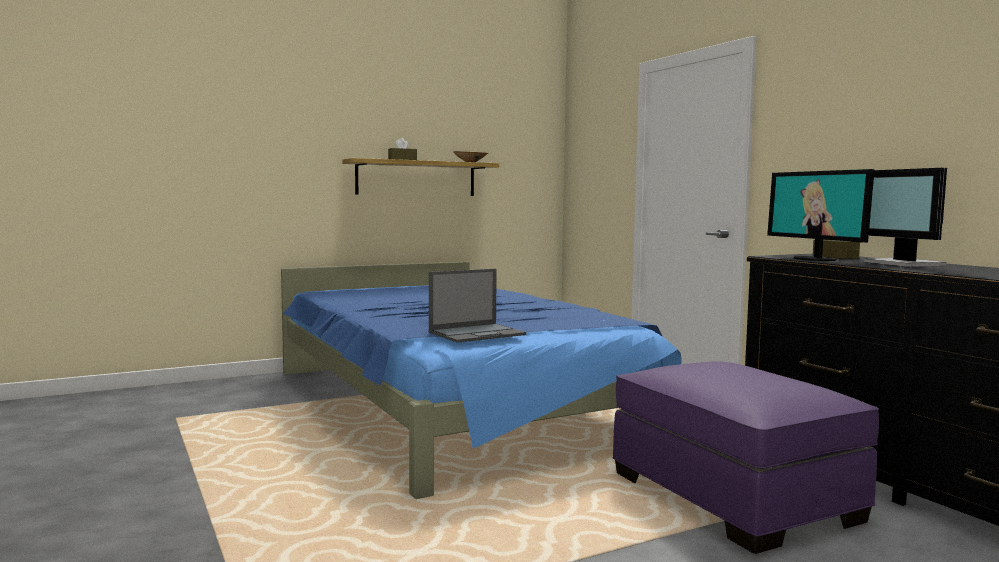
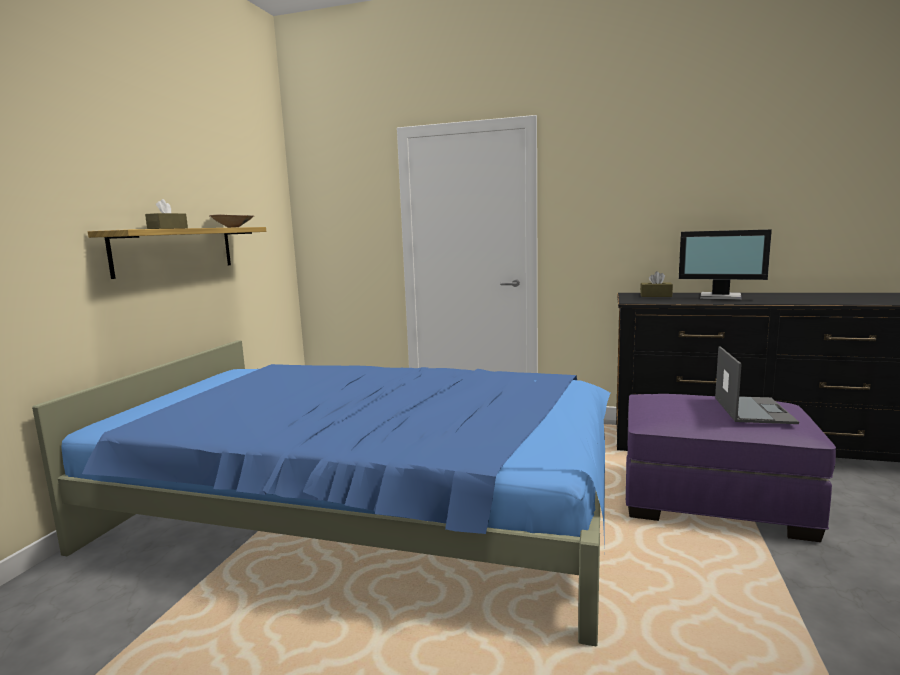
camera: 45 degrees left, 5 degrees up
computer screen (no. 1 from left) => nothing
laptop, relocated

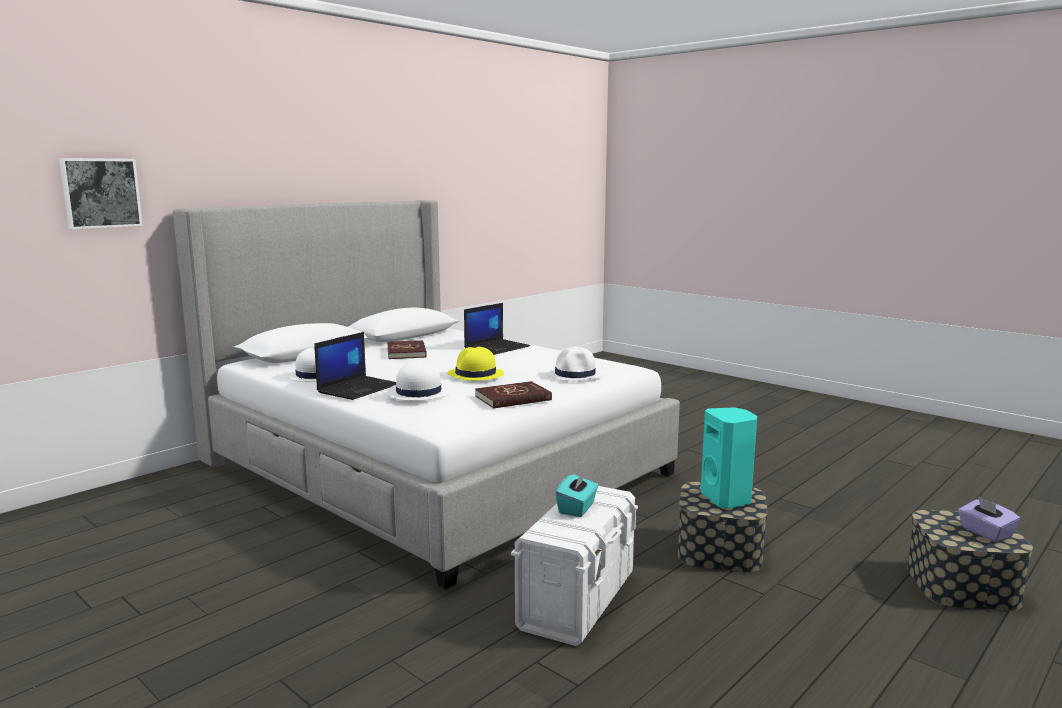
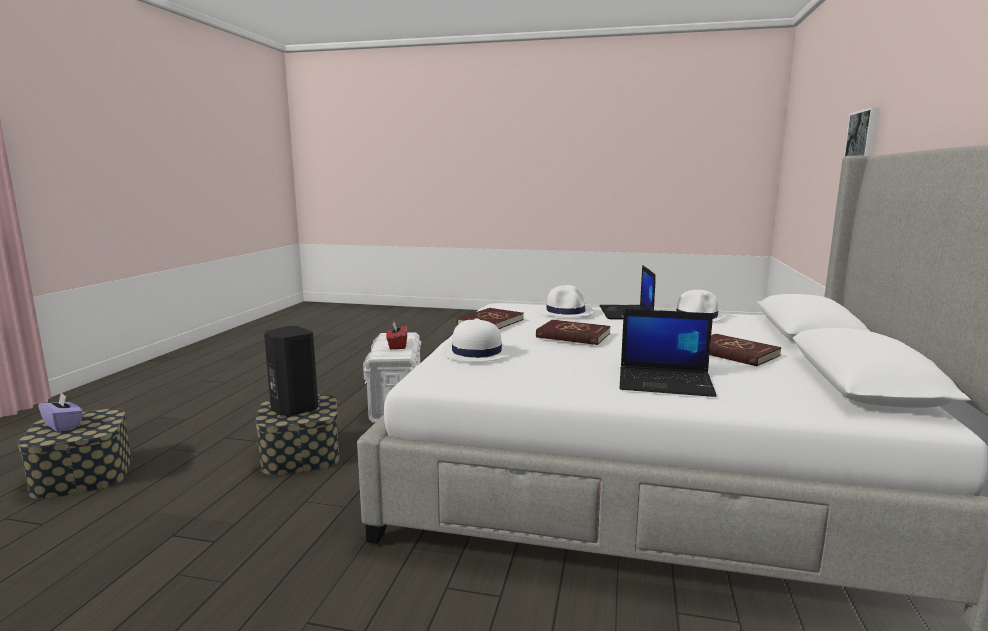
camera: 150 degrees right, 0 degrees up
laptop (no. 2 from left), 90 degrees counterclockwise
yellow-coloured wearable hat => red volume (no. 2 from left)
blue-green speaker => black speaker
blue-green tissue holder => red tissue holder

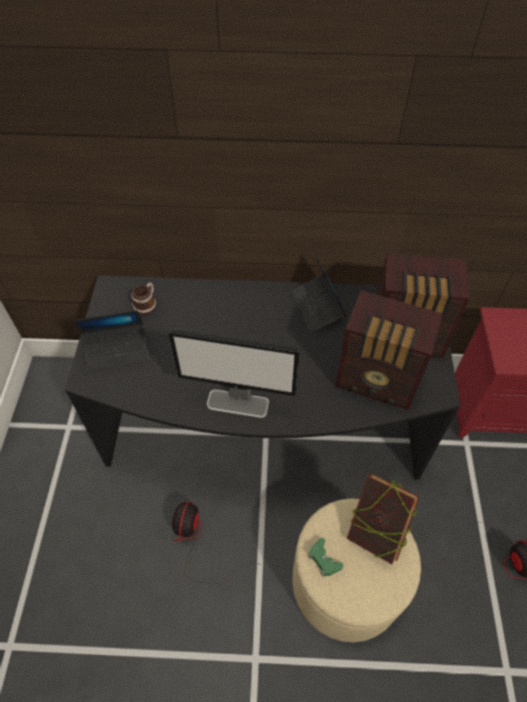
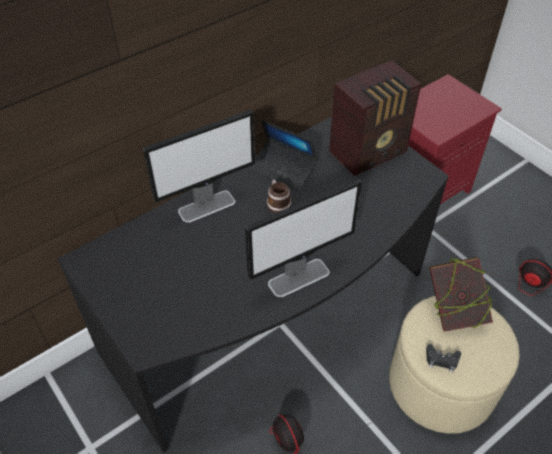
camera: 40 degrees left, 5 degrees down
coffee mug, relocated
radio (no. 1 from left) => nothing
laptop (no. 1 from left) => nothing
greenish gamepad => black gamepad
nothing => computer screen (no. 1 from left)

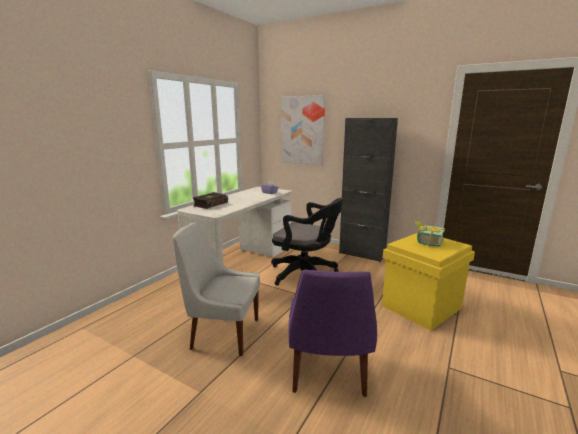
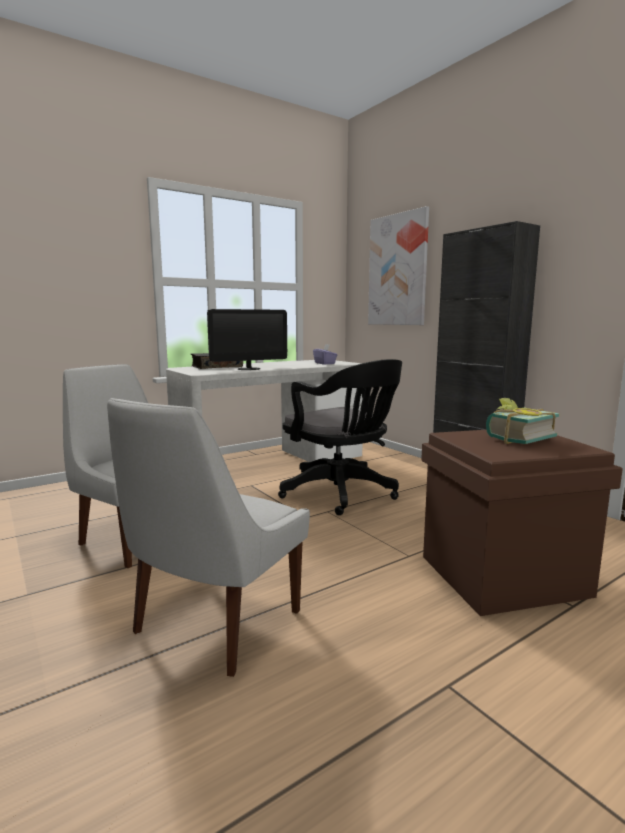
camera: 25 degrees right, 5 degrees down
yellow-coloured storage box => brownish storage box
purple-coloured plain chair => whitish plain chair (no. 2 from left)
nothing => computer screen

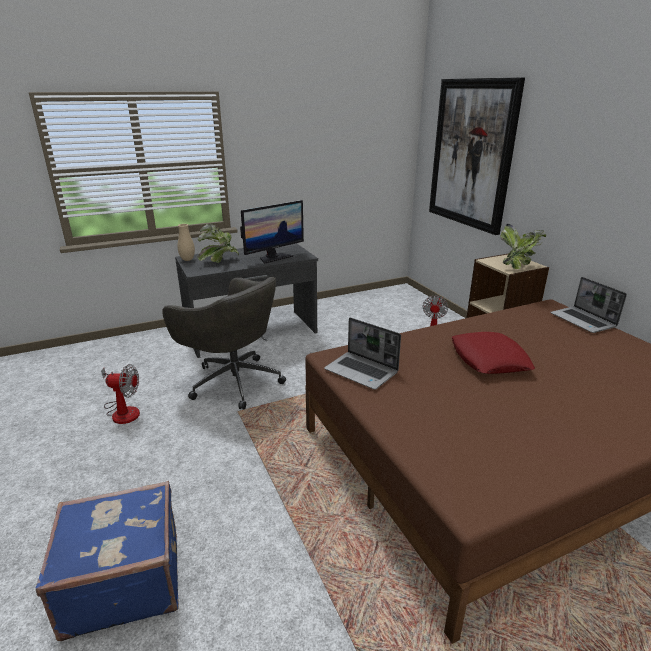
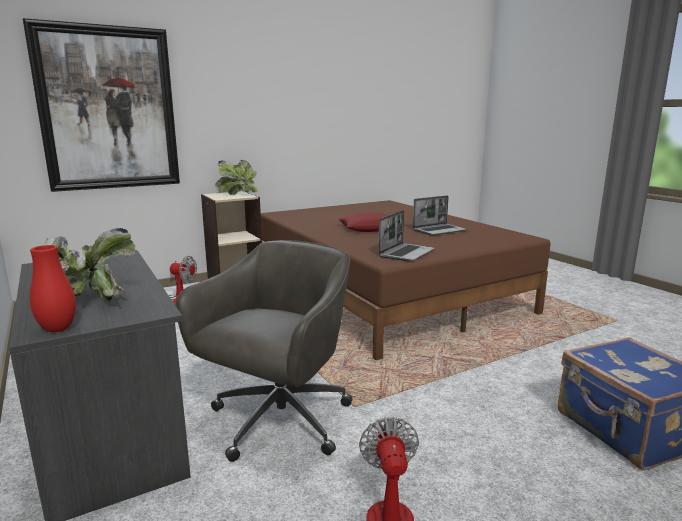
camera: 95 degrees left, 10 degrees down
computer screen => nothing
beige decorative vase => red decorative vase
laptop (no. 2 from left), relocated

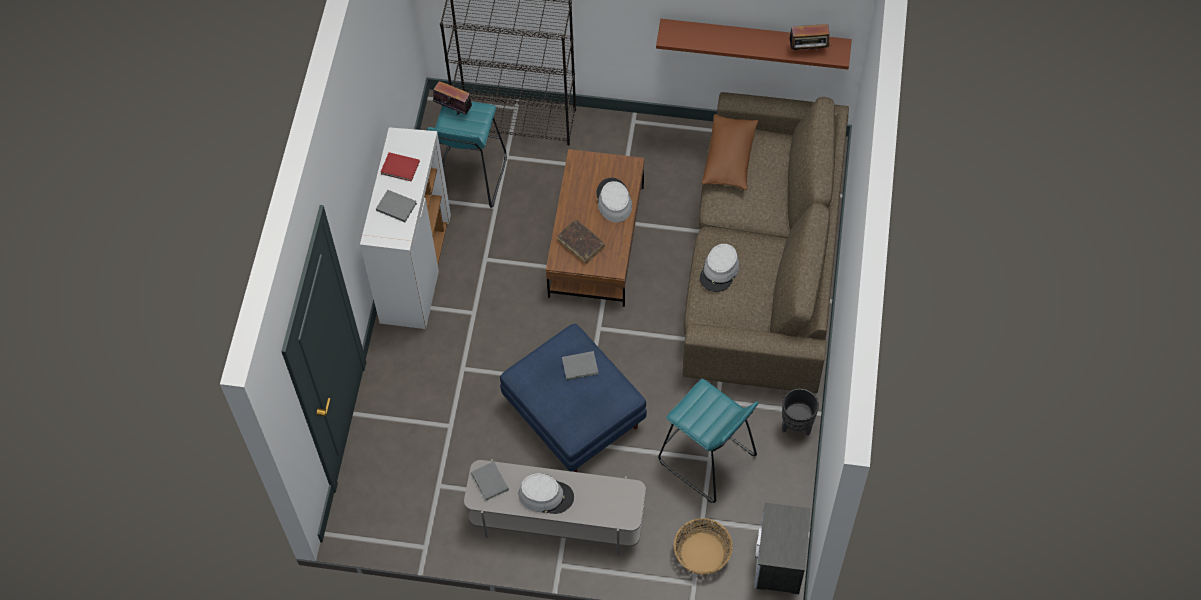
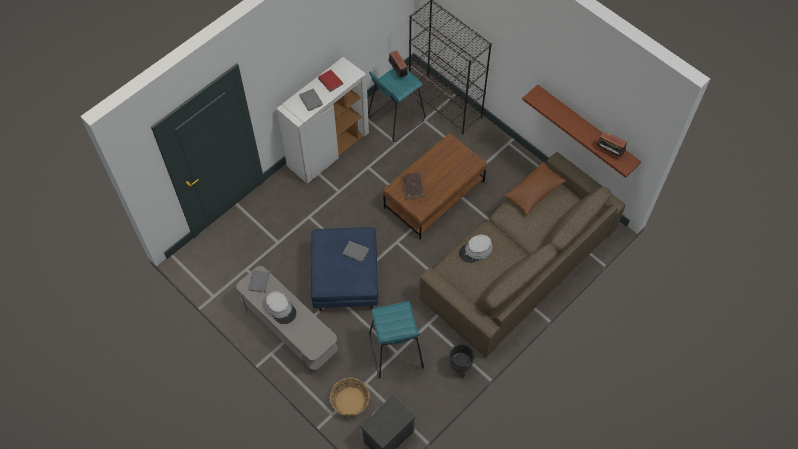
camera: 35 degrees right, 0 degrees up
grey wearable hat (no. 2 from left) => nothing

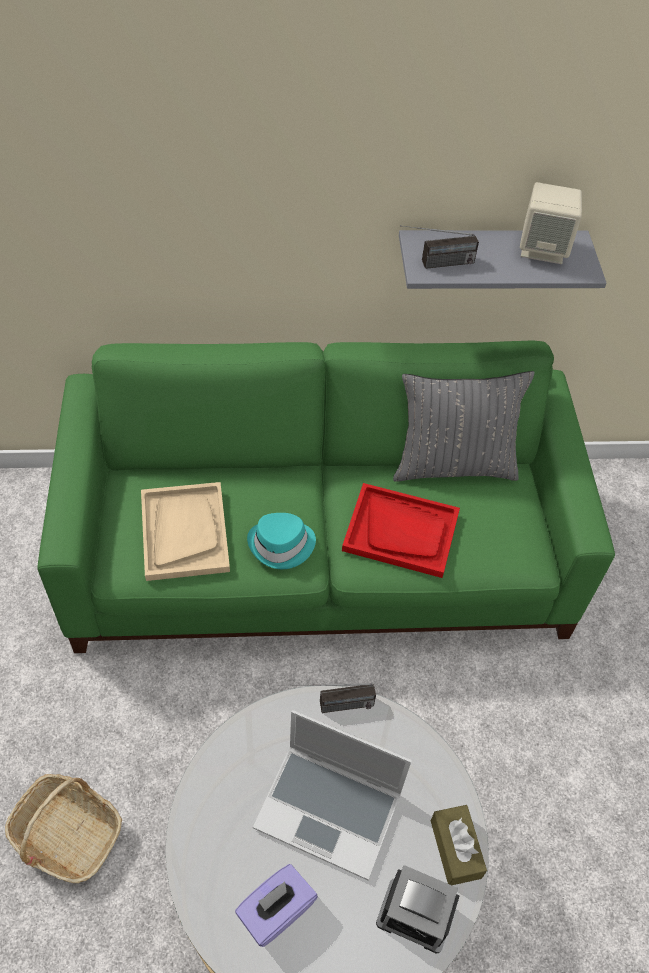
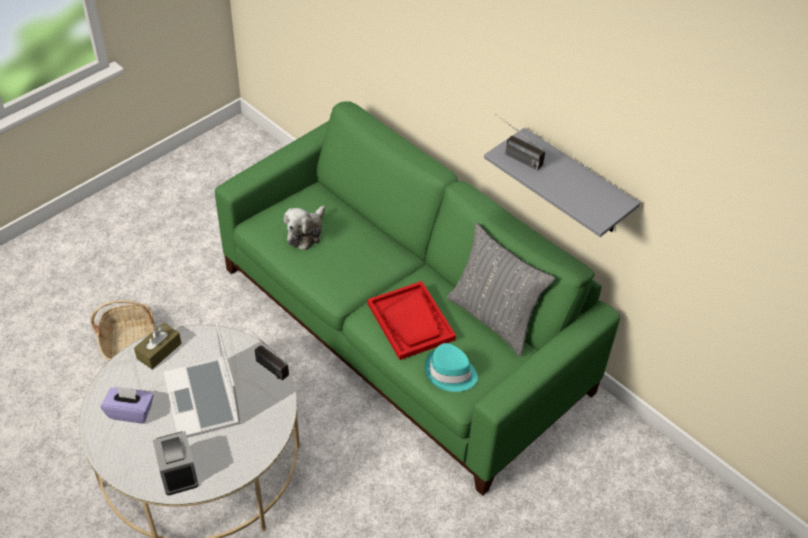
camera: 50 degrees right, 5 degrees down
beige speaker => nothing
beige serving tray => soft toy
blue-green wearable hat, relocated
brownish tissue holder, relocated

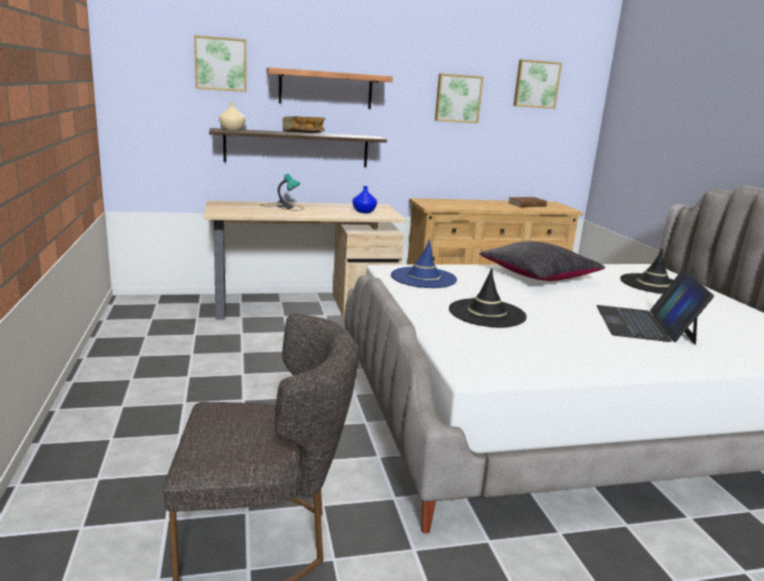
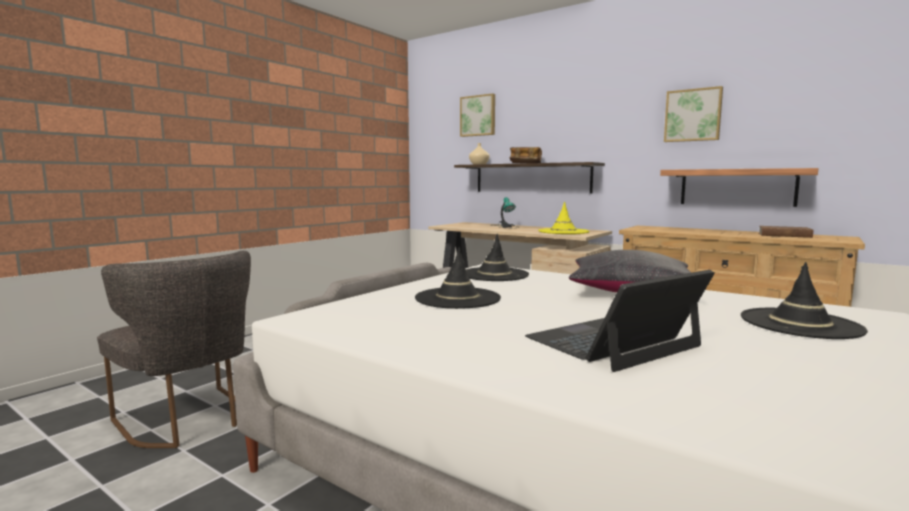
camera: 50 degrees right, 10 degrees down
wall art (no. 3 from left) => nothing
shelf (no. 2 from left), relocated
bluish decorative vase => yellow-coloured wearable hat
bluish wearable hat => black wearable hat (no. 2 from left)

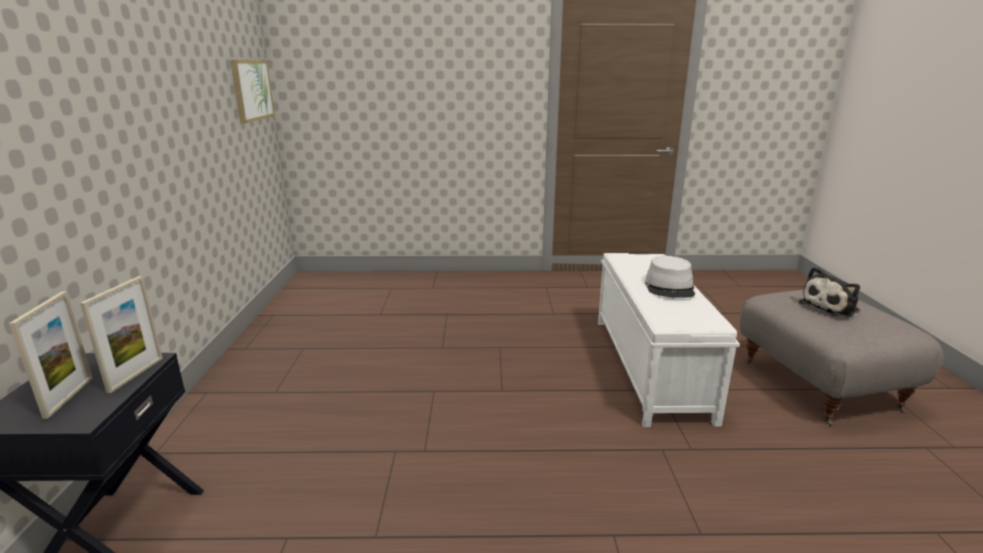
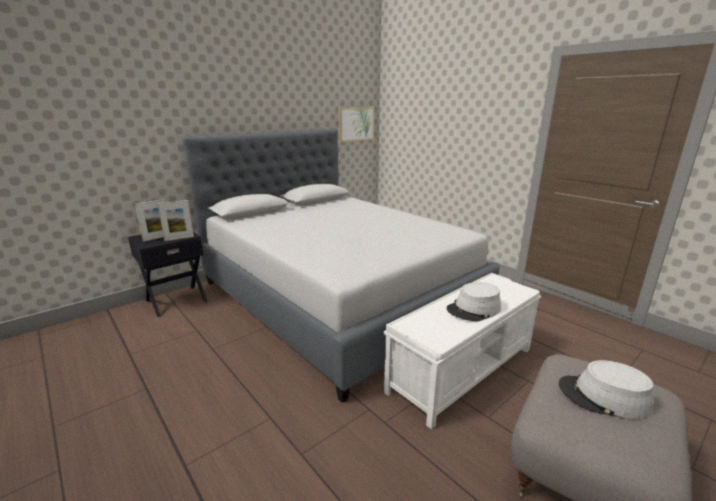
camera: 50 degrees right, 0 degrees up
soft toy => grey wearable hat (no. 2 from left)
nothing => grey bedroom bed

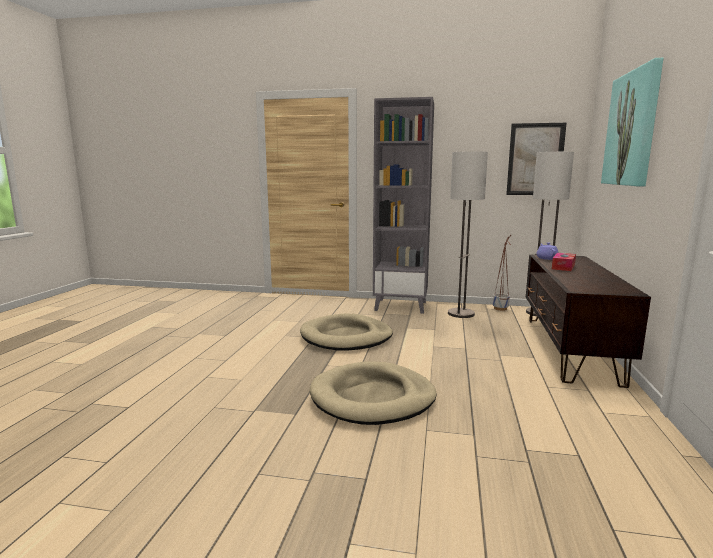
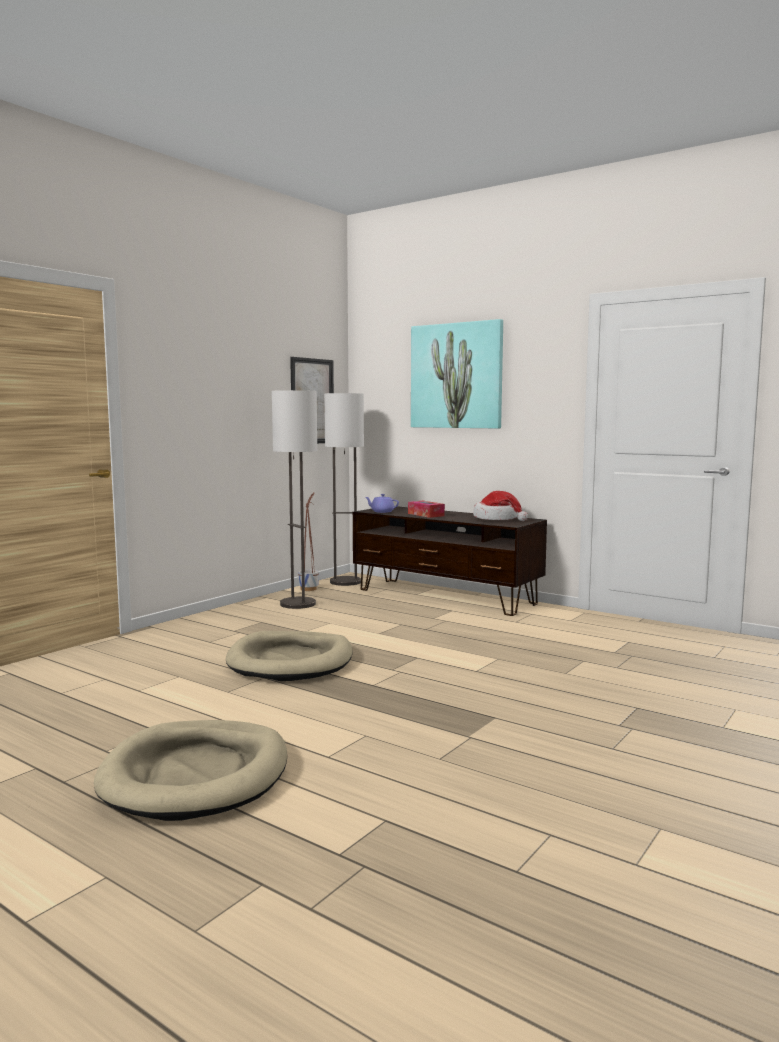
camera: 65 degrees left, 5 degrees down
grey bookcase => nothing
beige dog bed (no. 2 from left in the first image) => beige dog bed (no. 1 from left), relocated
nothing => wearable hat

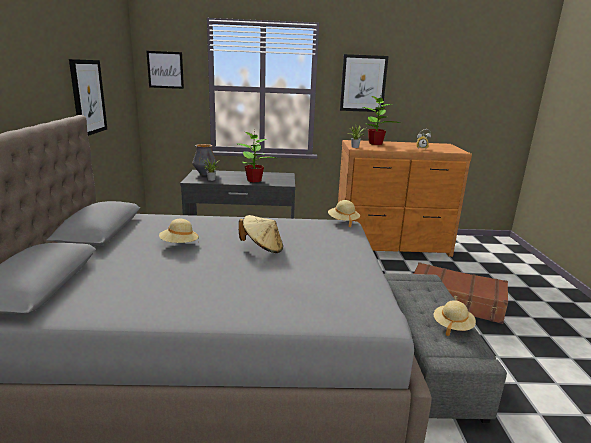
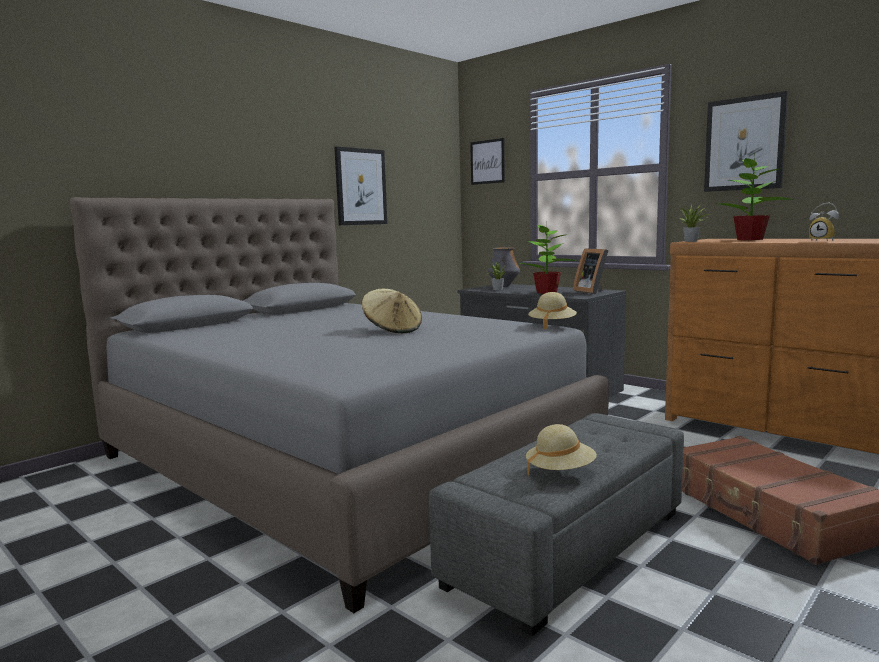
camera: 45 degrees right, 10 degrees down
beige wearable hat (no. 1 from left) => nothing
nothing => standing frame

